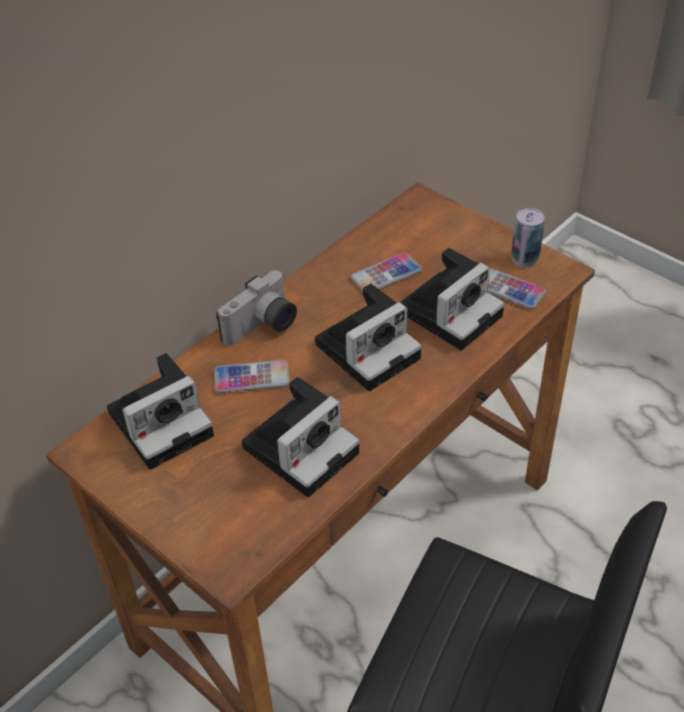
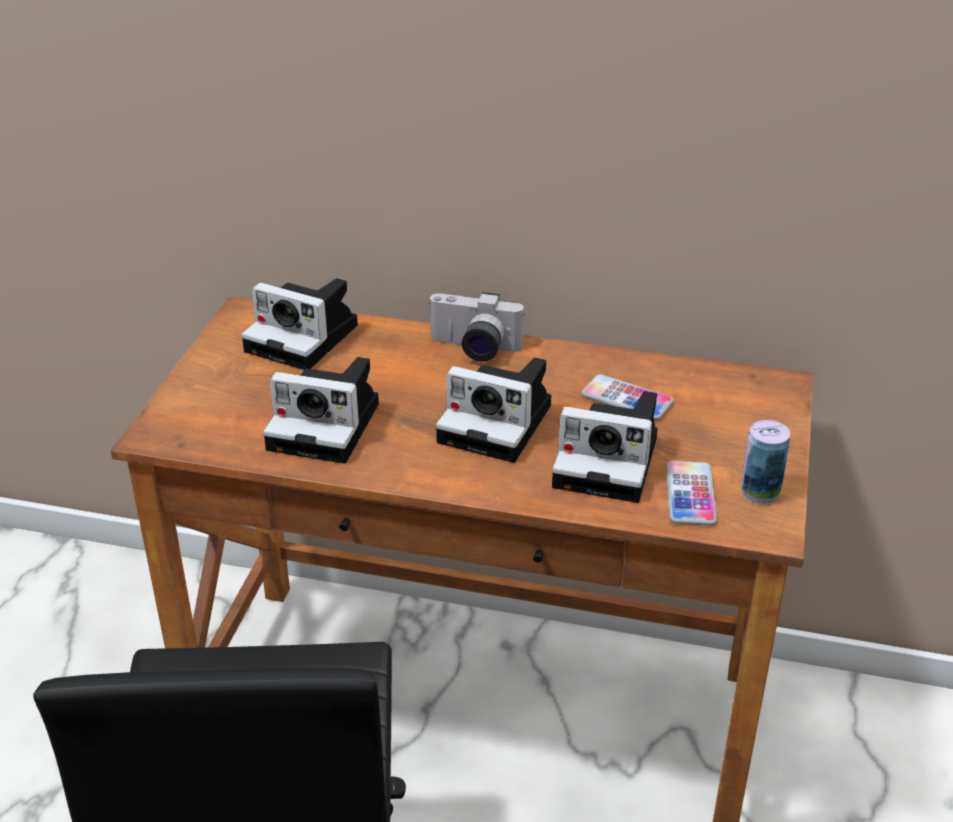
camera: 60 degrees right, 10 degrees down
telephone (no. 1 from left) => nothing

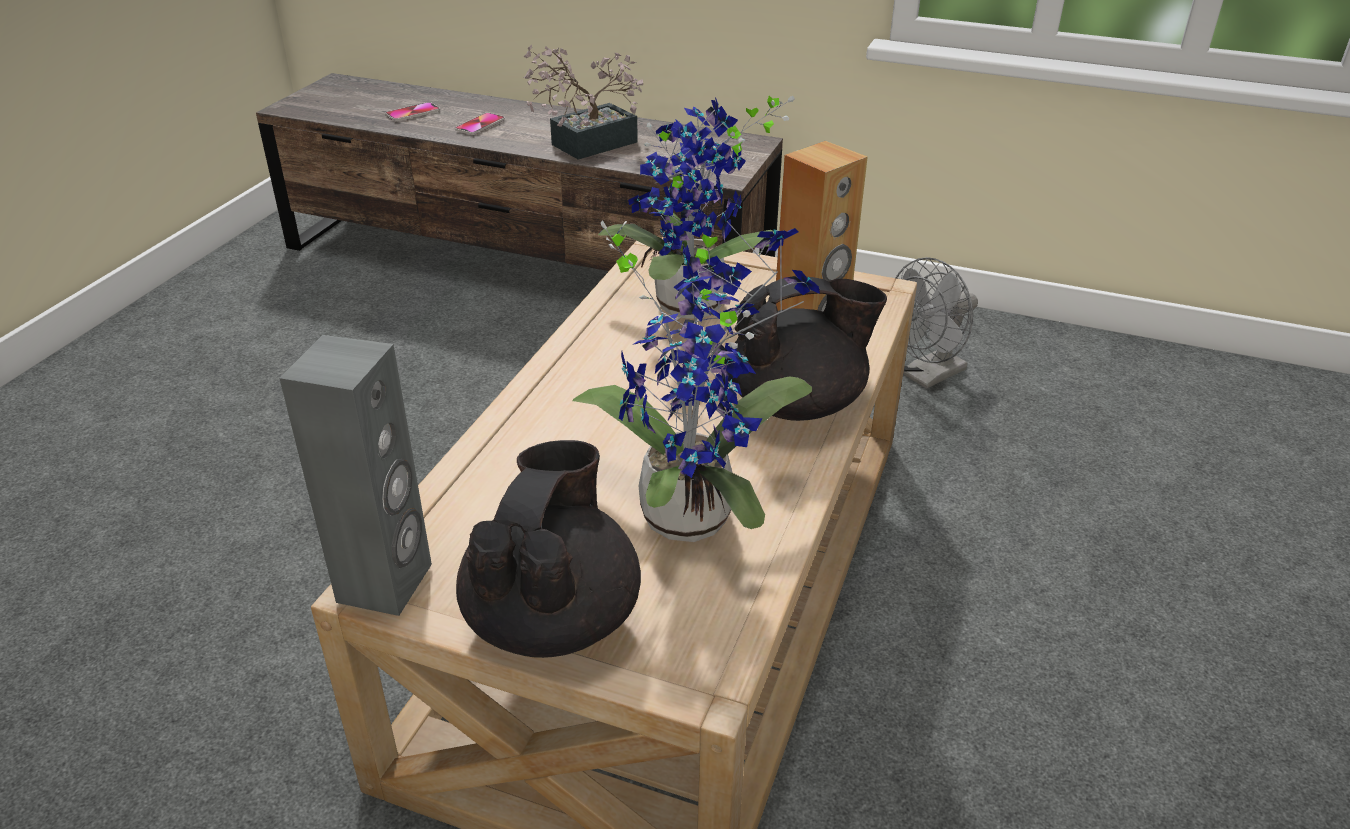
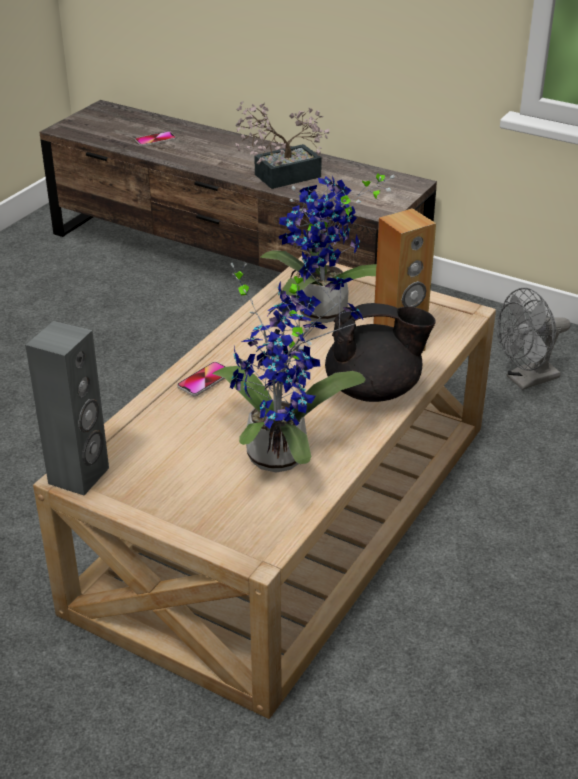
camera: 10 degrees right, 0 degrees up
telephone (no. 2 from left), relocated
black pot for tea (no. 1 from left) => nothing

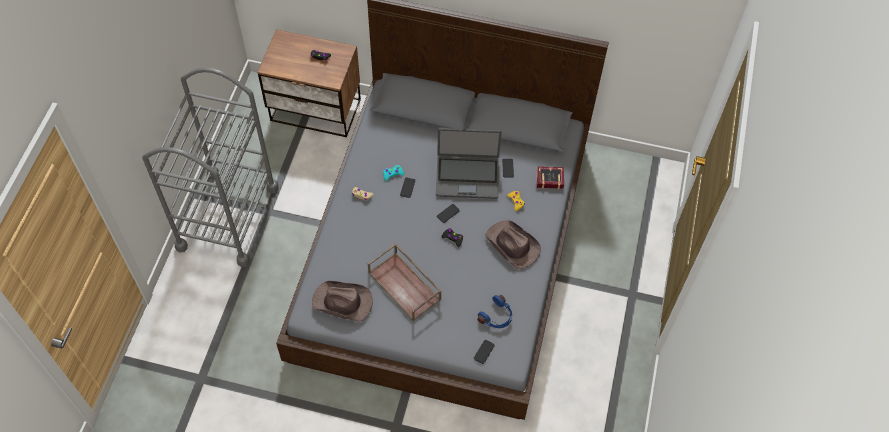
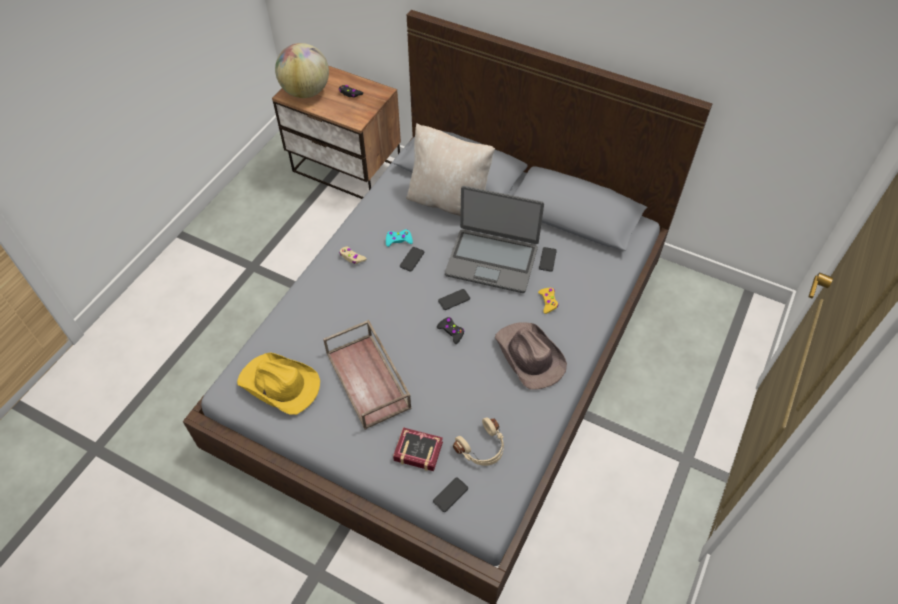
camera: 15 degrees right, 5 degrees down
grey cart => nothing
volume, relocated
brownish wearable hat (no. 1 from left) => yellow-coloured wearable hat
bluish headset => beige headset
nothing => globe
nothing => beige pillow

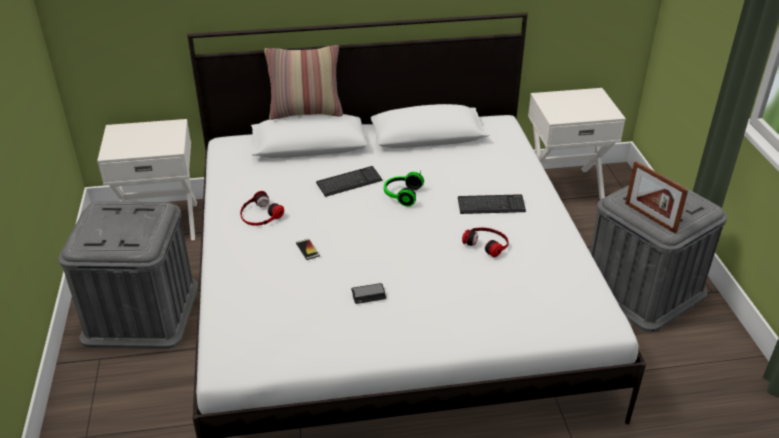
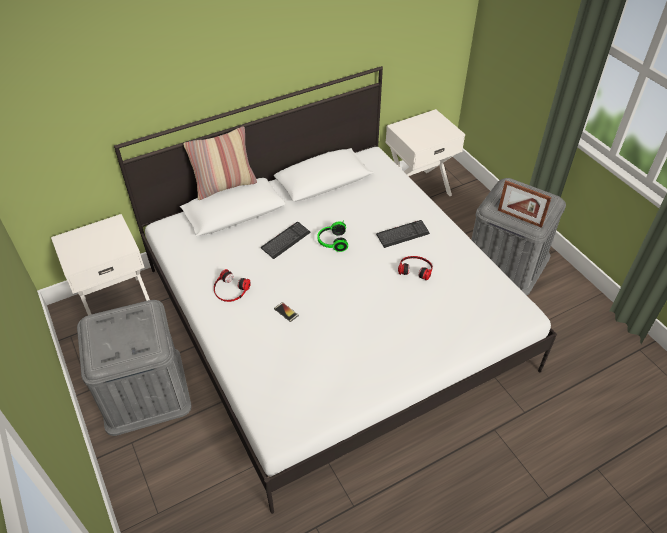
camera: 20 degrees left, 10 degrees up
telephone (no. 2 from left) => nothing

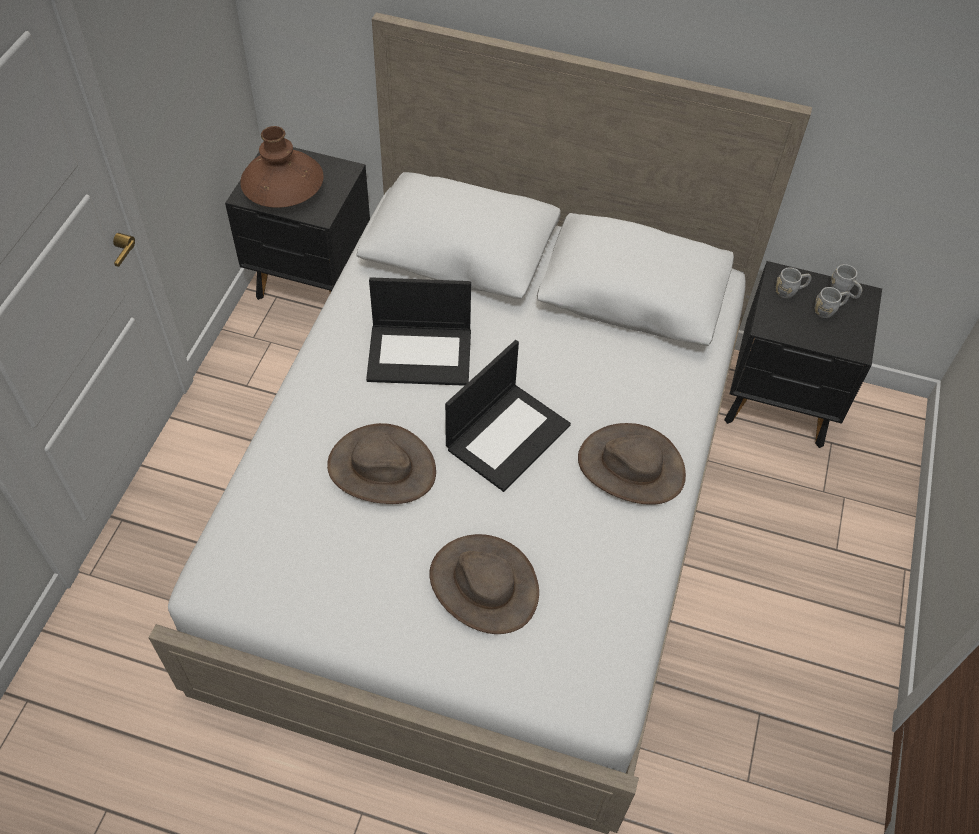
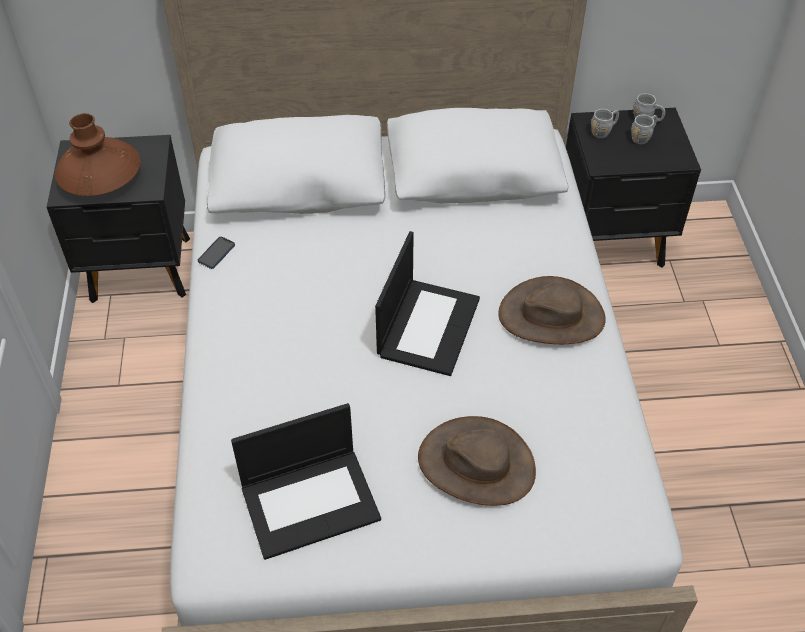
camera: 20 degrees left, 5 degrees down
laptop (no. 1 from left), relocated
brownish wearable hat (no. 1 from left) => nothing
nothing => telephone

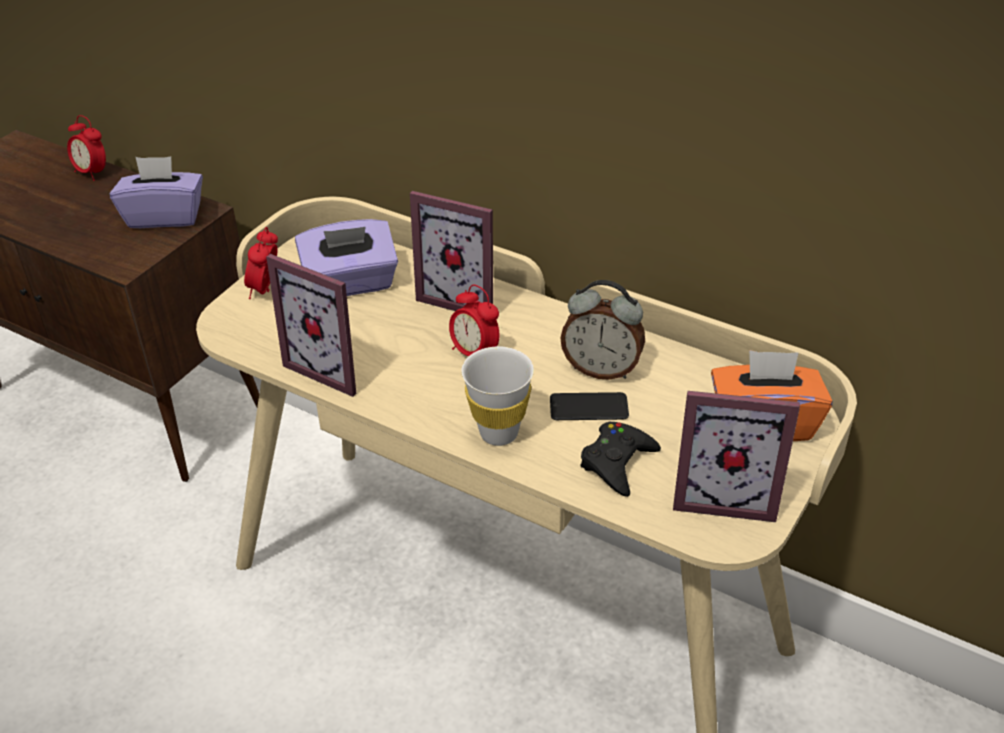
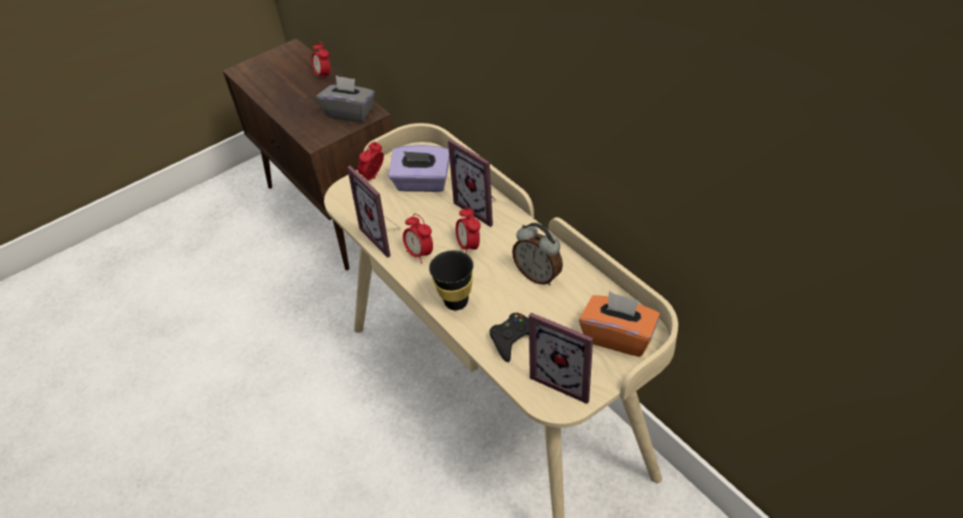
camera: 25 degrees right, 5 degrees up
purple-coloured tissue holder (no. 1 from left) => grey tissue holder
whitish small cup => black small cup
telephone => nothing
nothing => table clock (no. 3 from left)

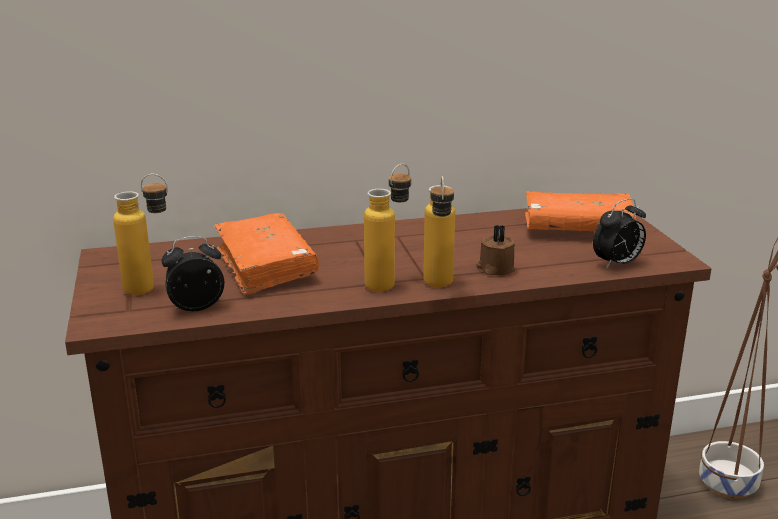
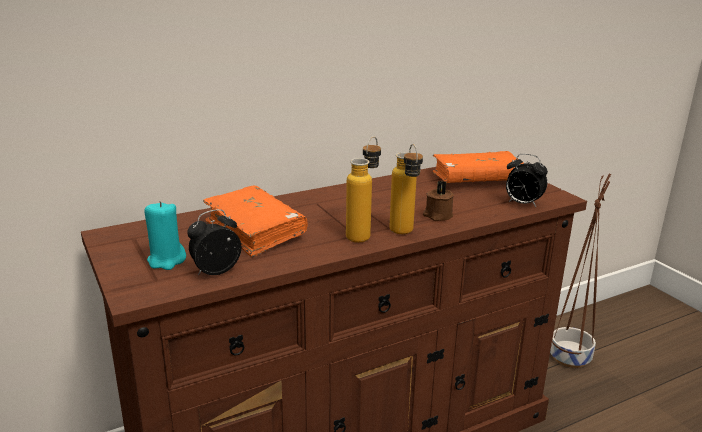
camera: 15 degrees left, 0 degrees up
bottle (no. 1 from left) => blue-green wax light
table clock (no. 2 from left), 75 degrees clockwise

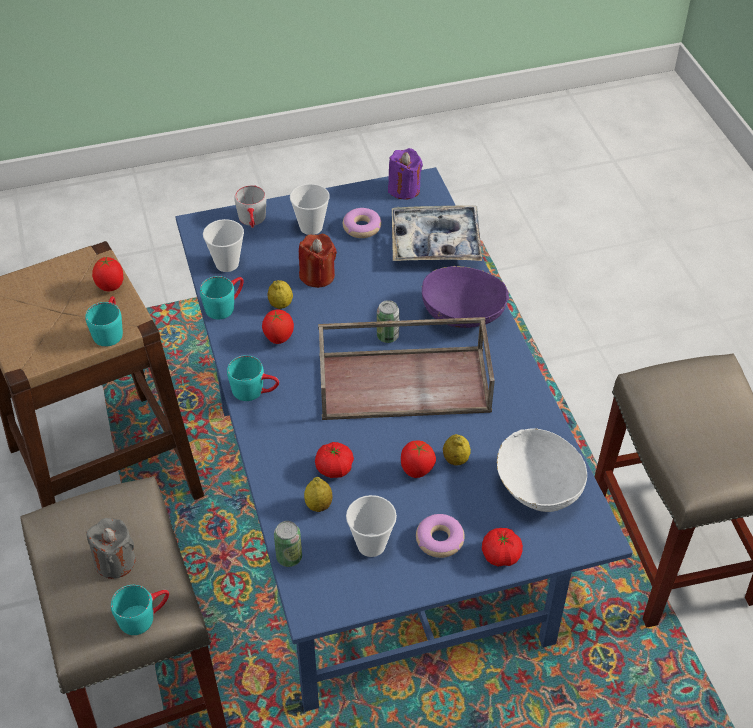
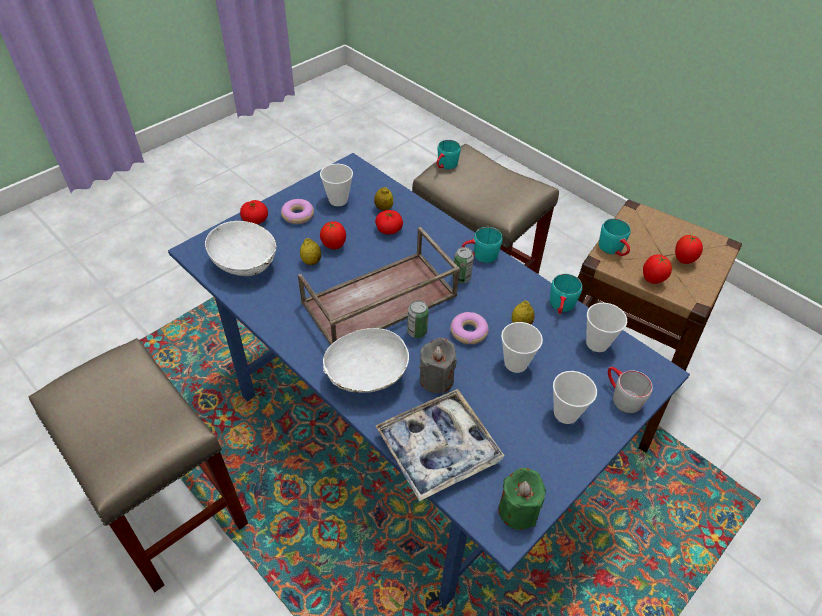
camera: 150 degrees right, 0 degrees up
purple-coloured wax light => greenish wax light
ring doughnut (no. 1 from left in the first image) => ring doughnut (no. 2 from left), relocated
red wax light => small cup (no. 2 from left)
purple-coloured serving bowl => whitish serving bowl (no. 2 from left)
fresh tomato (no. 2 from left in the first image) => fresh tomato (no. 5 from left), relocated
grey wax light, relocated
metal can (no. 1 from left in the first image) => metal can (no. 2 from left), relocated

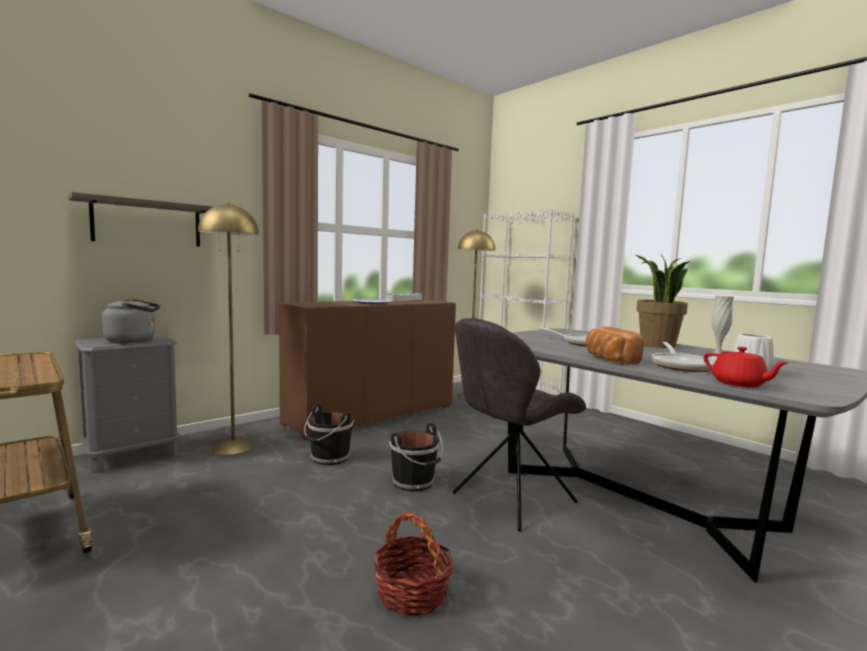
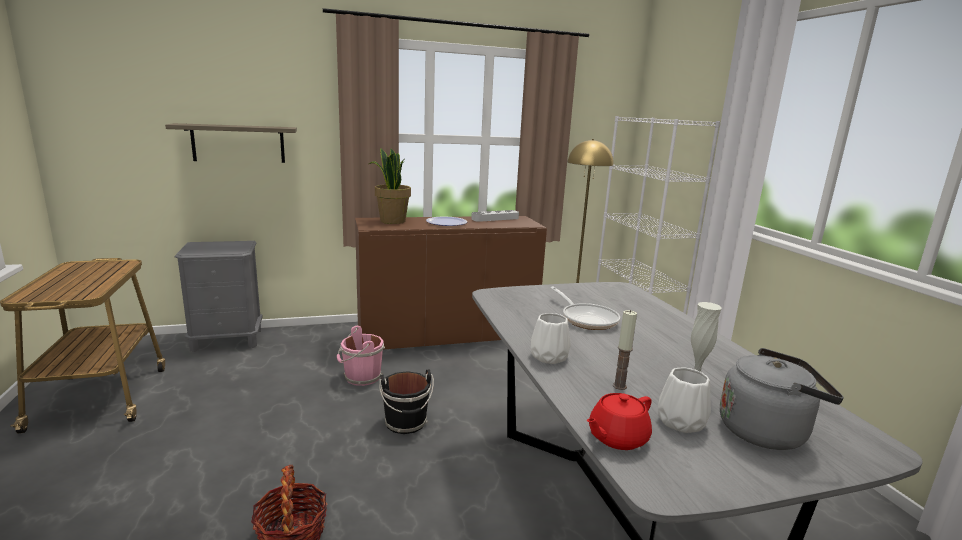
camera: 25 degrees right, 10 degrees up
yellow-coloured floor lamp (no. 1 from left) => nothing
potted plant, relocated
grey water kettle, relocated
grey plain chair => nothing
bakery bread => whitish decorative vase (no. 1 from left)
skillet (no. 2 from left) => wax light
red pot for tea, 60 degrees clockwise
black pail (no. 1 from left) => pink-coloured pail

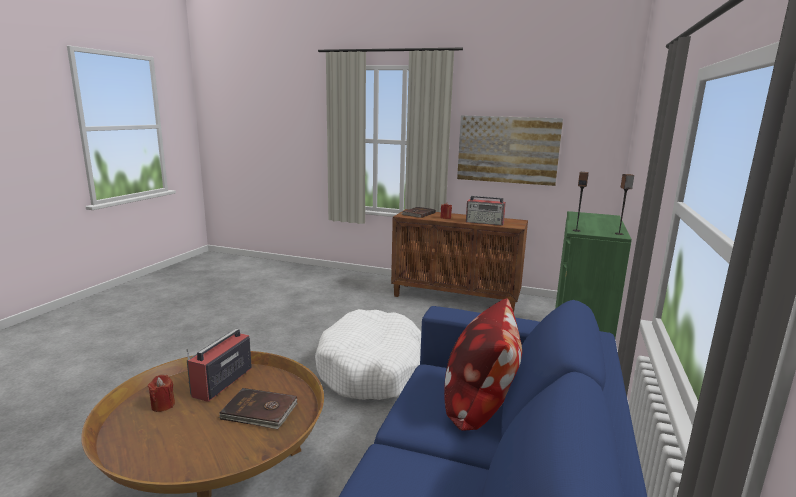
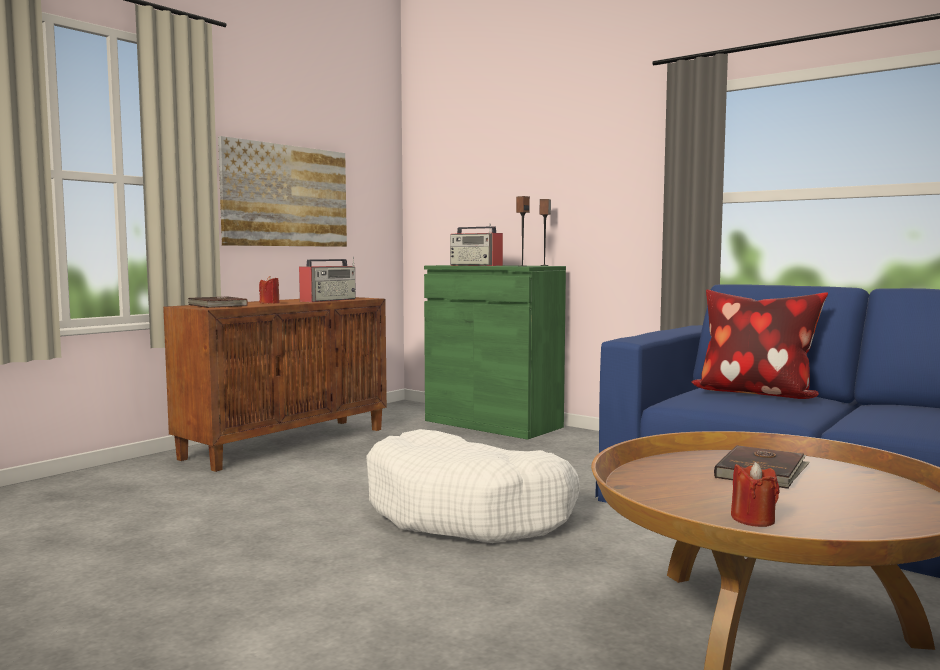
camera: 70 degrees left, 10 degrees down
radio (no. 1 from left in the first image) => radio (no. 2 from left), relocated

